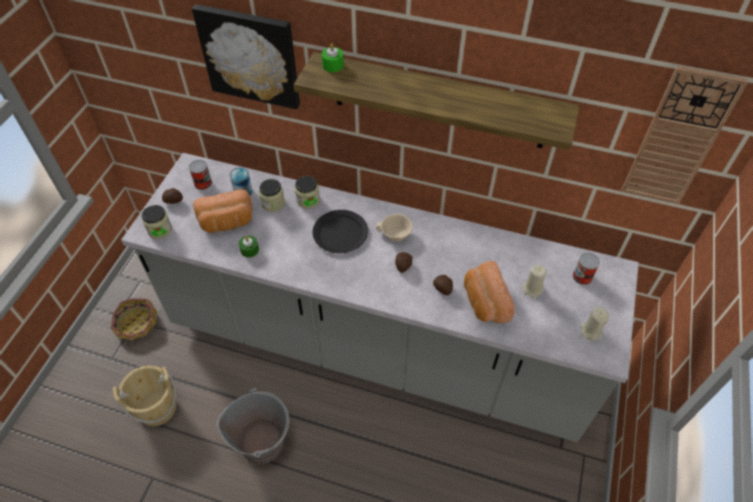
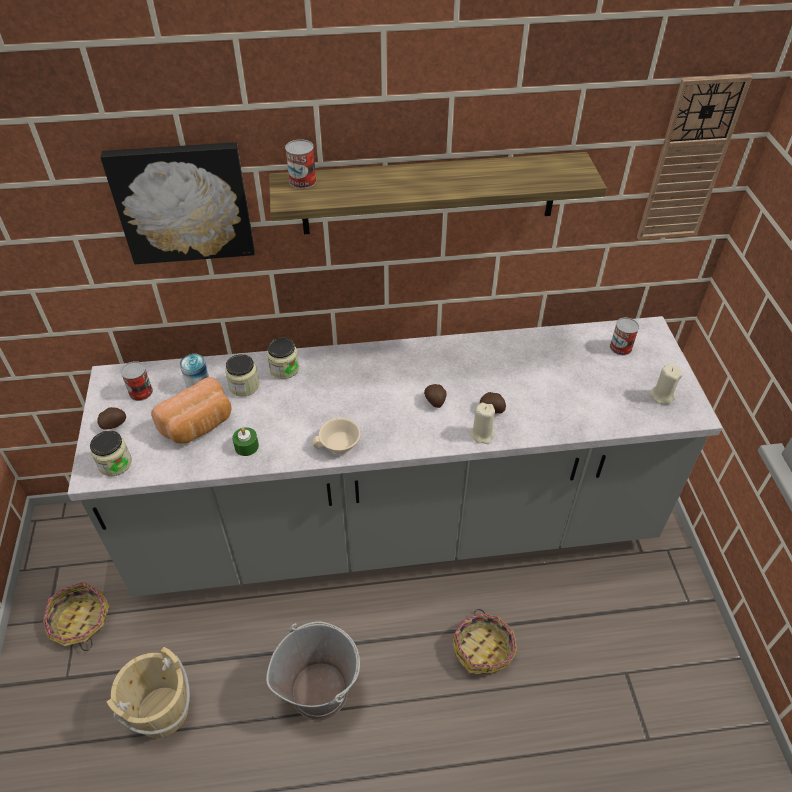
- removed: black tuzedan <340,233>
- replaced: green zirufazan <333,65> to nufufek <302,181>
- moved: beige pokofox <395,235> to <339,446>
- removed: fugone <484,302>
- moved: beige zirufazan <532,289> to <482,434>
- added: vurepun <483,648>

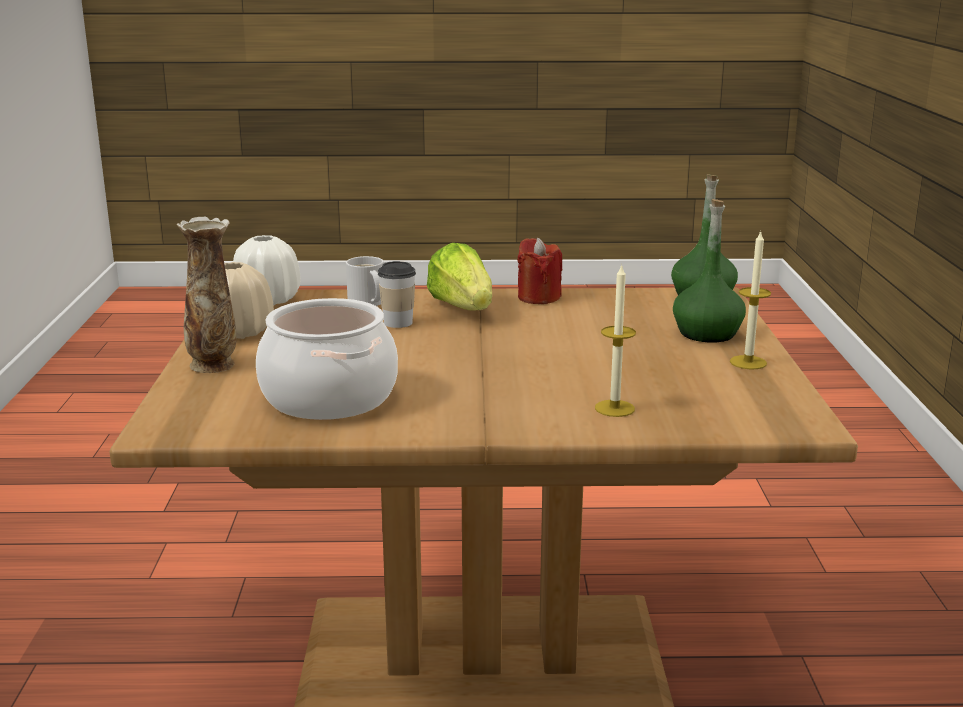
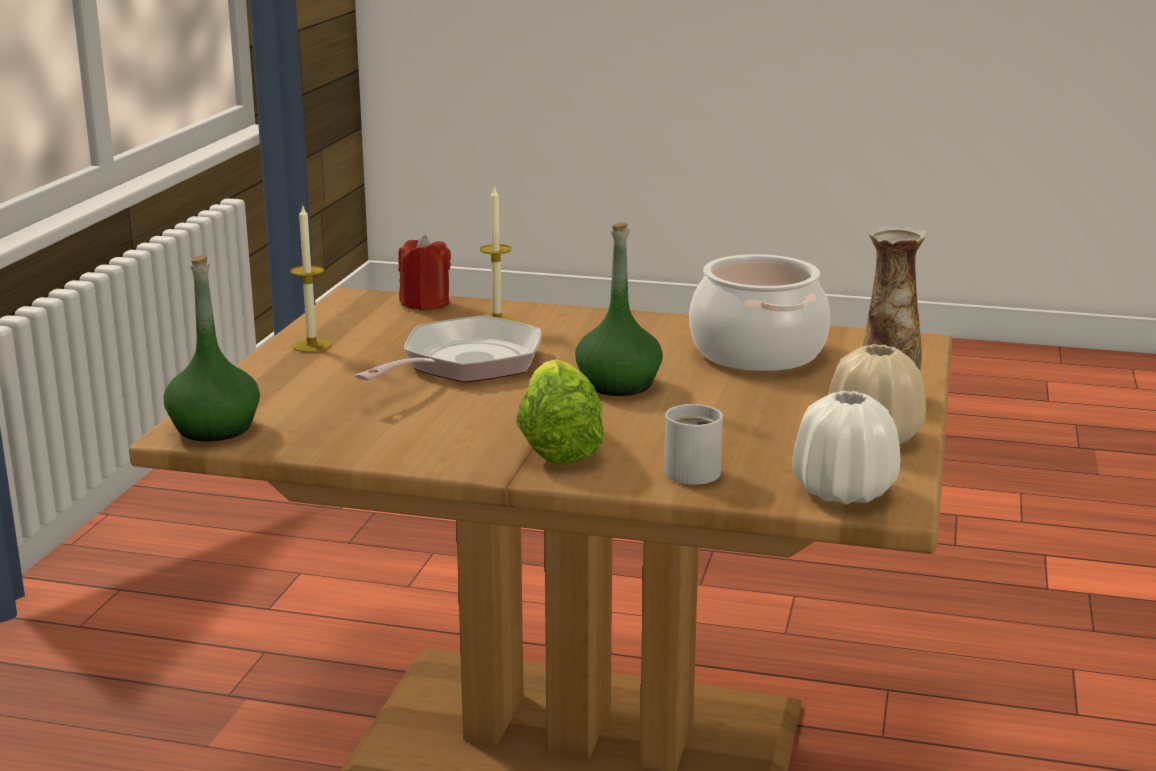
- removed: pokofox <398,323>
- moved: red zirufazan <538,297> to <425,303>
- moved: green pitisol <707,333> to <618,385>
- added: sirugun <464,364>

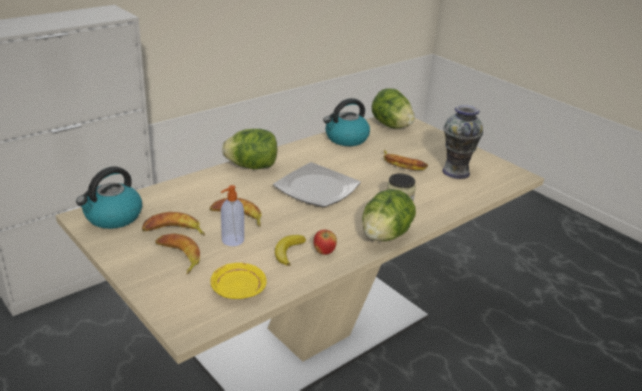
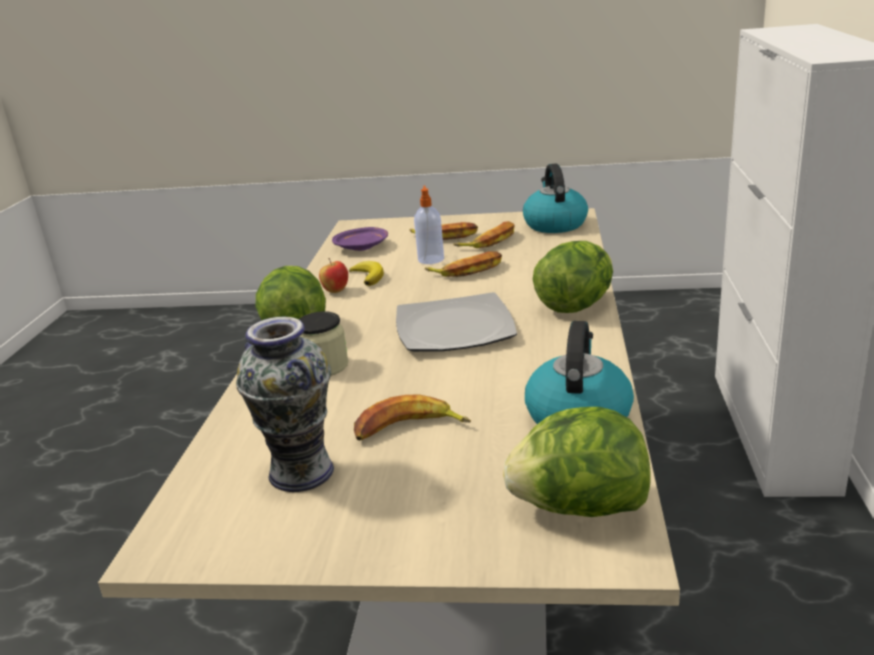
- recoloured: yellow tuzedan <238,289> to purple tuzedan <362,247>

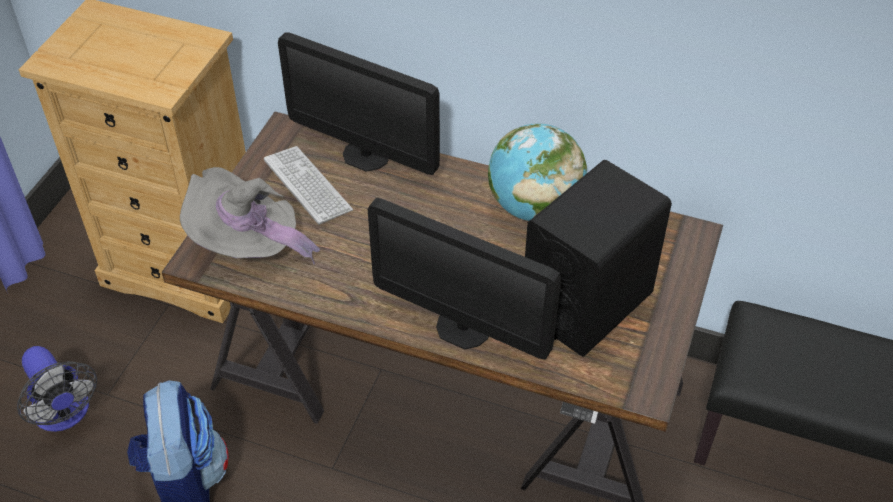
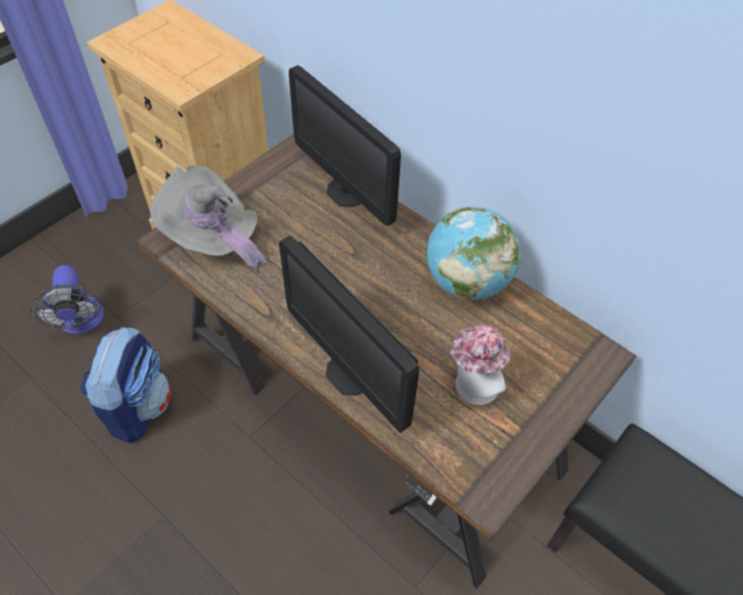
- removed: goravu <307,186>
- replaced: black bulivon <587,303> to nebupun <471,388>

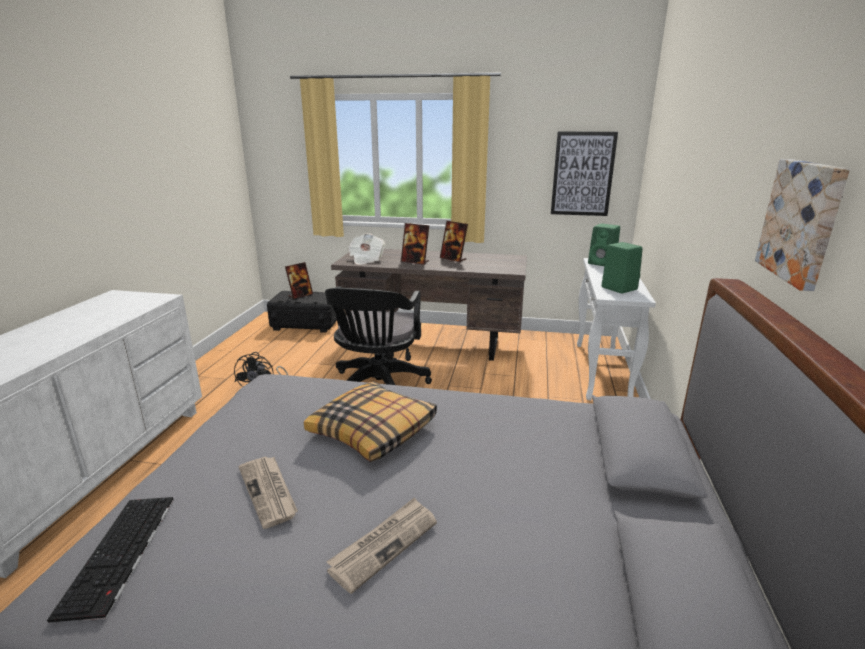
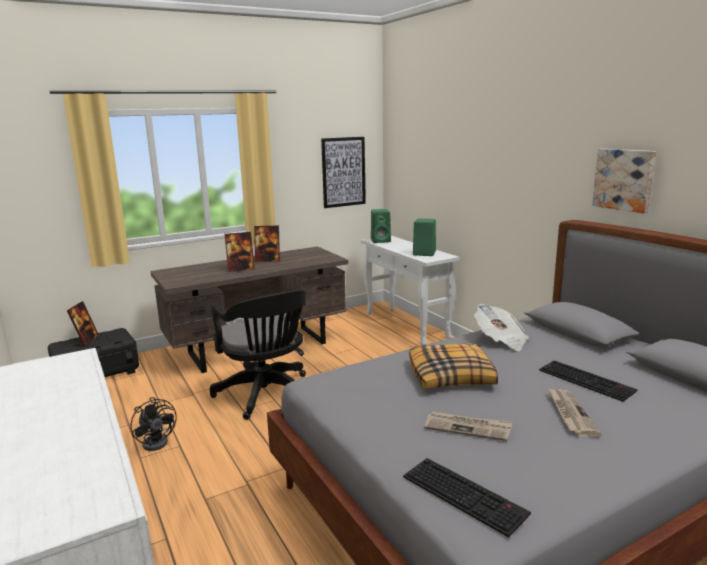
- moved: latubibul <366,259> to <501,340>
- added: goravu <587,380>

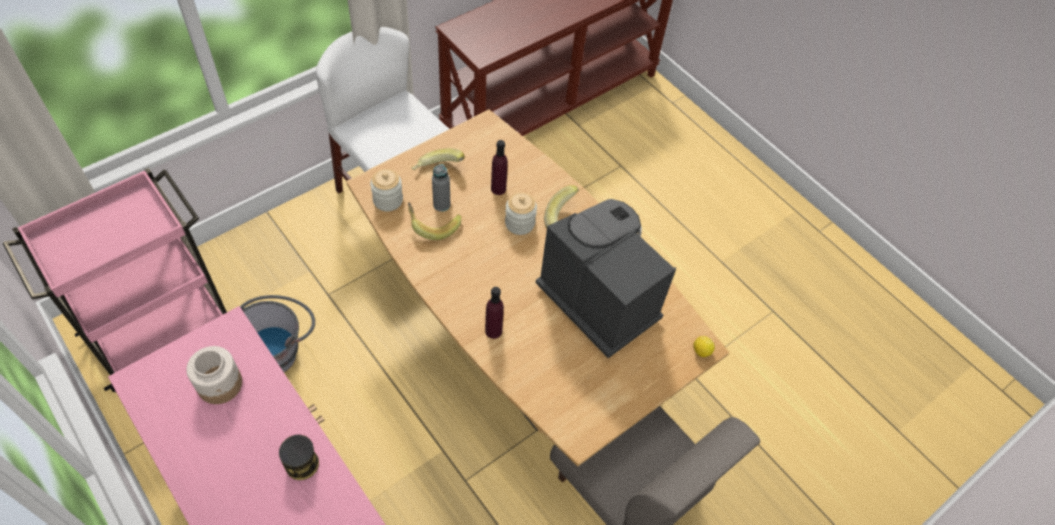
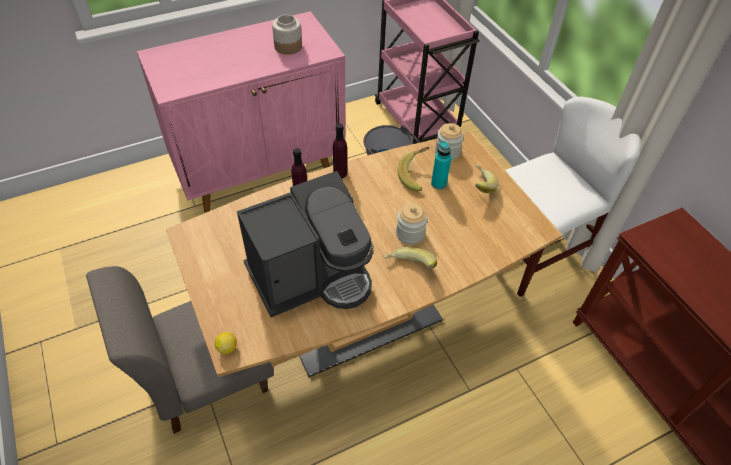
- removed: nufufek <302,464>
- recoloured: grey pitisol <441,205> to turquoise pitisol <438,184>
- moved: purple pitisol <498,189> to <340,173>

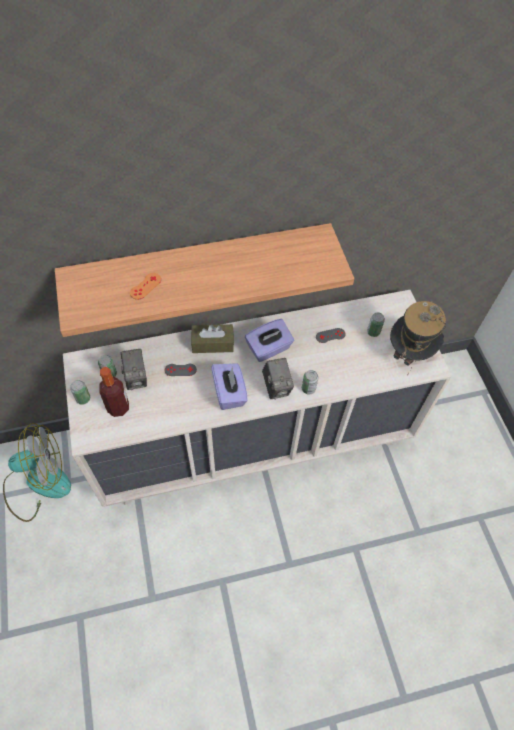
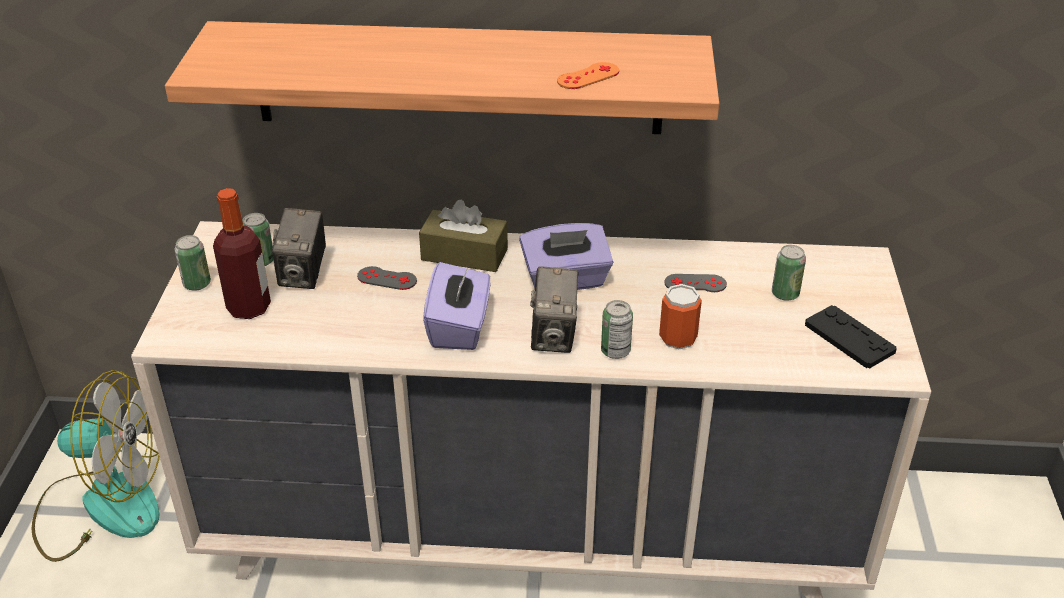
- moved: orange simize <145,286> to <588,76>
- replaced: nebupun <409,353> to black simize <849,338>
- added: nufufek <678,338>

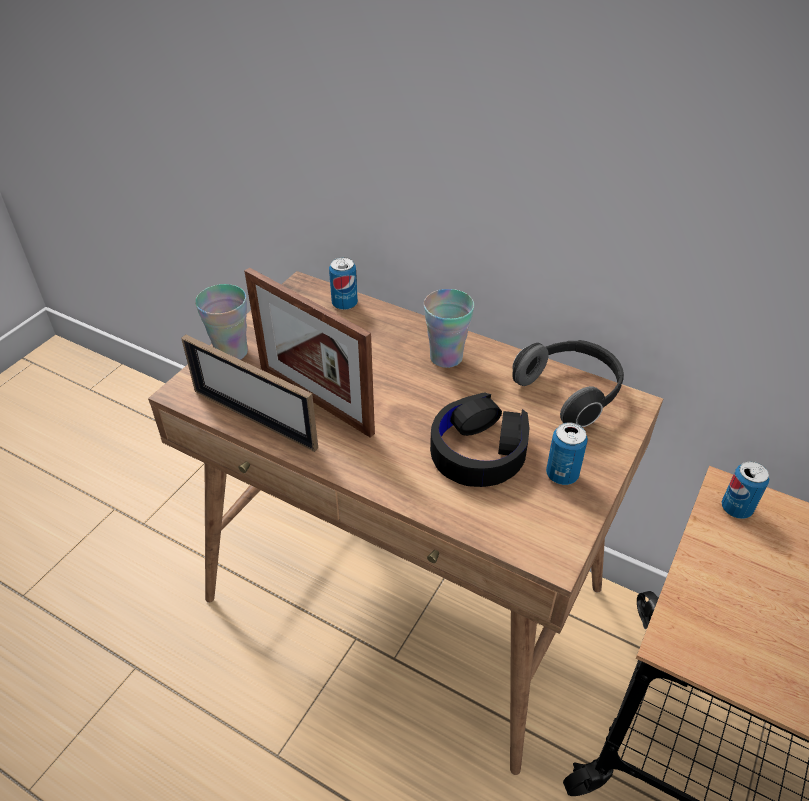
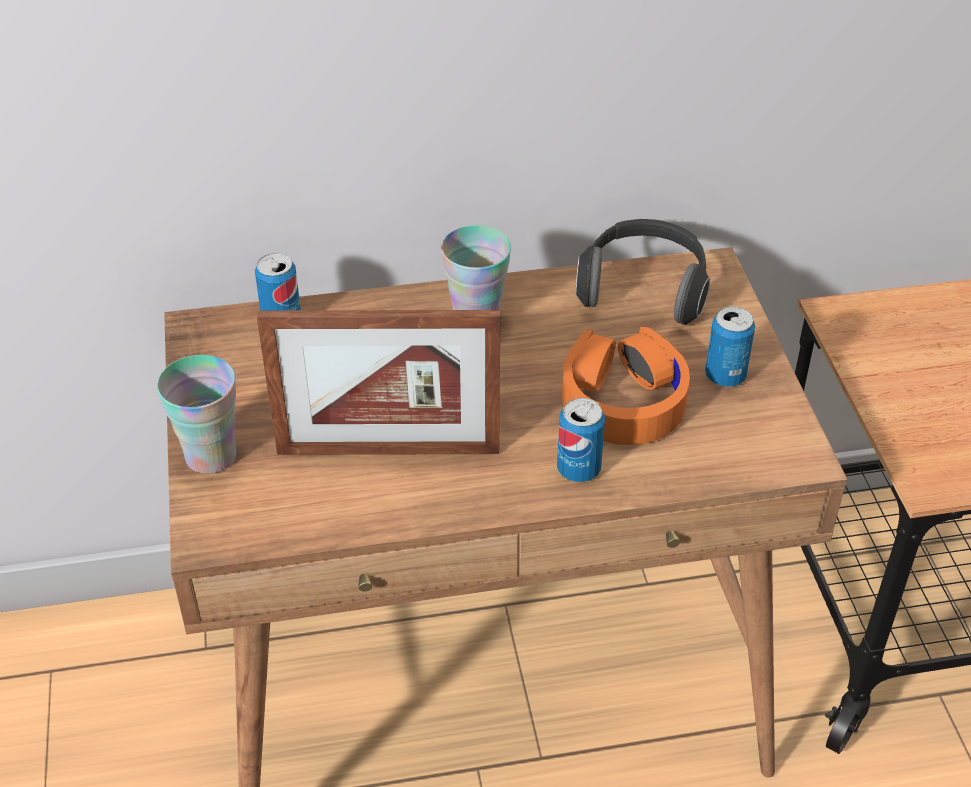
- removed: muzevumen <254,418>
- recoloured: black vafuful <479,450> to orange vafuful <623,399>
- moved: nufufek <736,508> to <578,469>

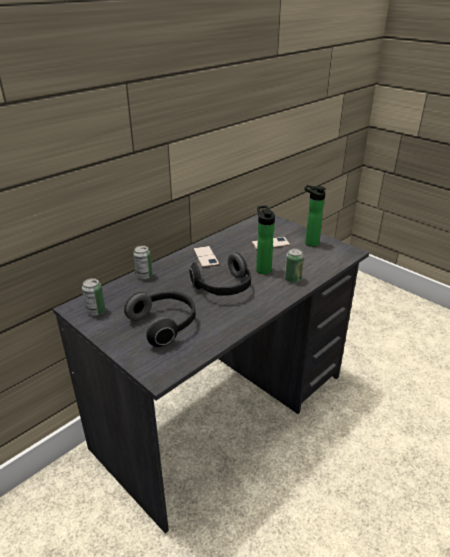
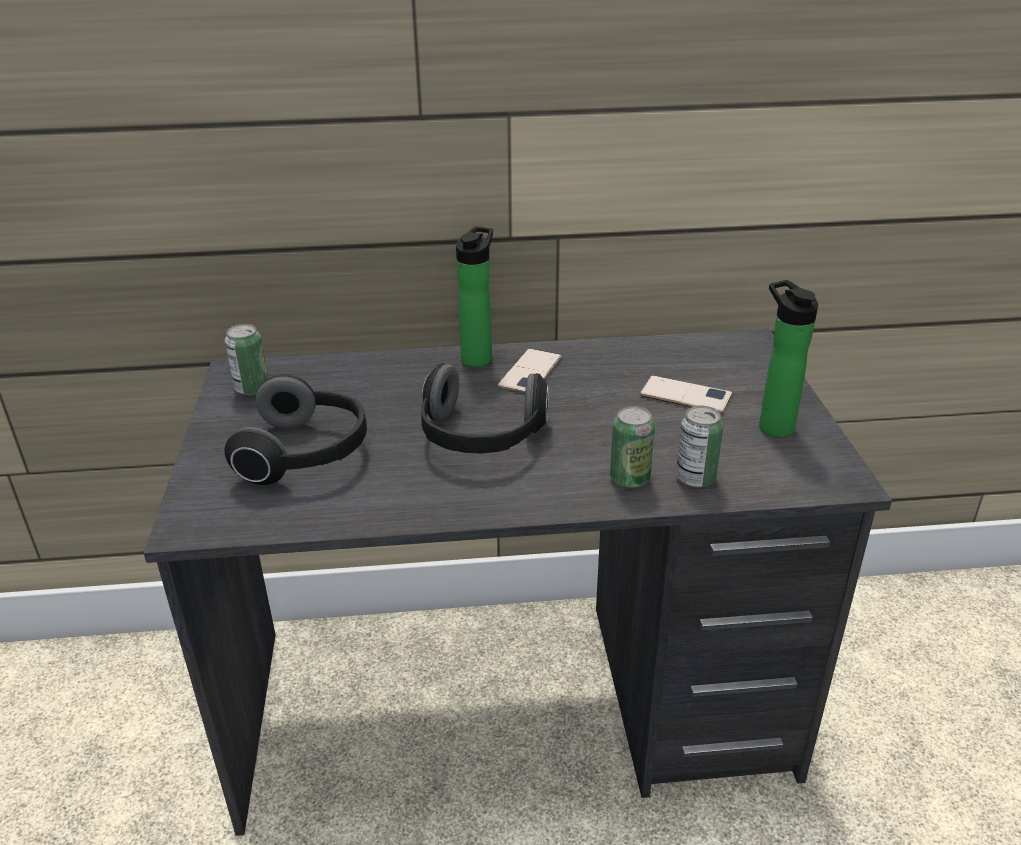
- moved: nufufek <144,276> to <695,478>
- moved: pitisol <262,269> to <478,357>

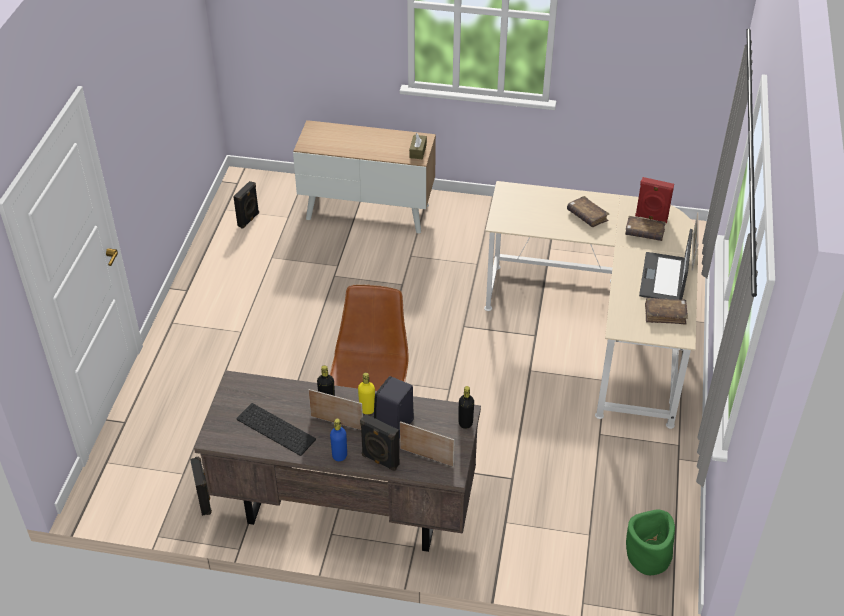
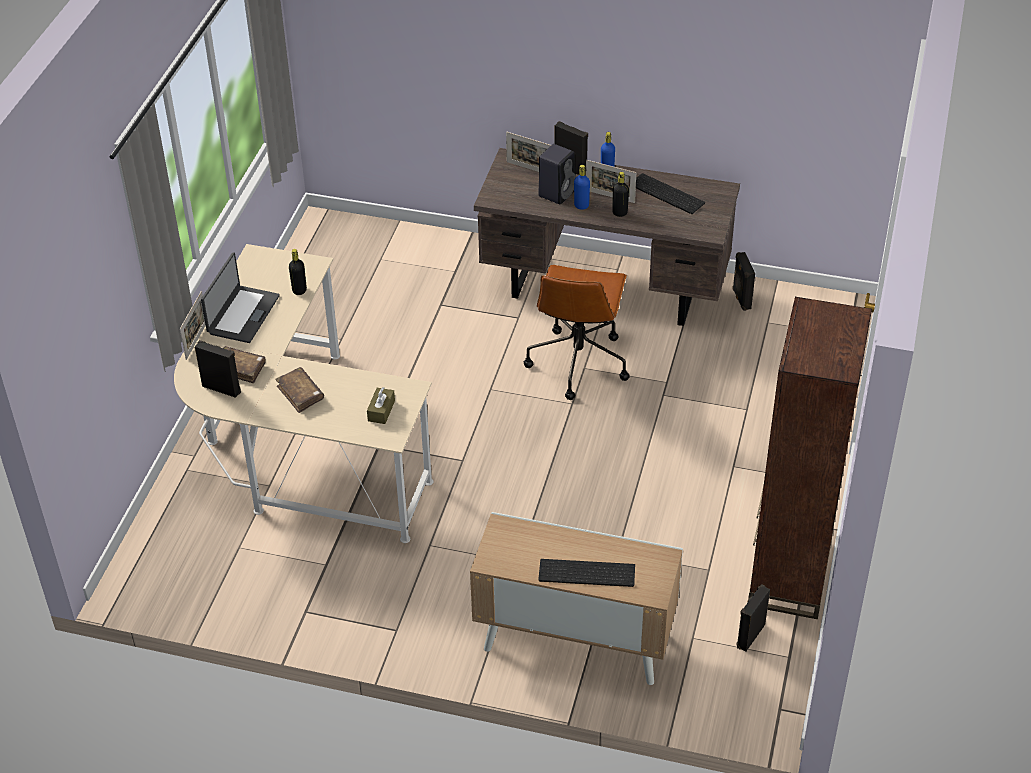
- recoloured: yellow pitisol <367,409> to blue pitisol <581,206>
- moved: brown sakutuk <418,151> to <381,411>
- moved: black pitisol <465,423> to <299,290>
- removed: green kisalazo <648,557>
- recoloured: red bulivon <651,218> to black bulivon <222,388>
- removed: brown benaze <665,314>
- added: goravu <585,574>
- added: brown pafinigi <789,574>

